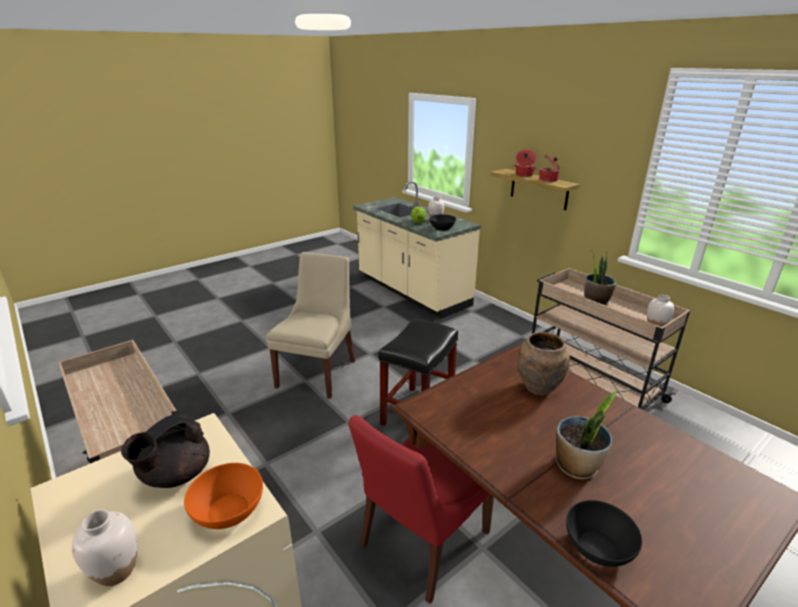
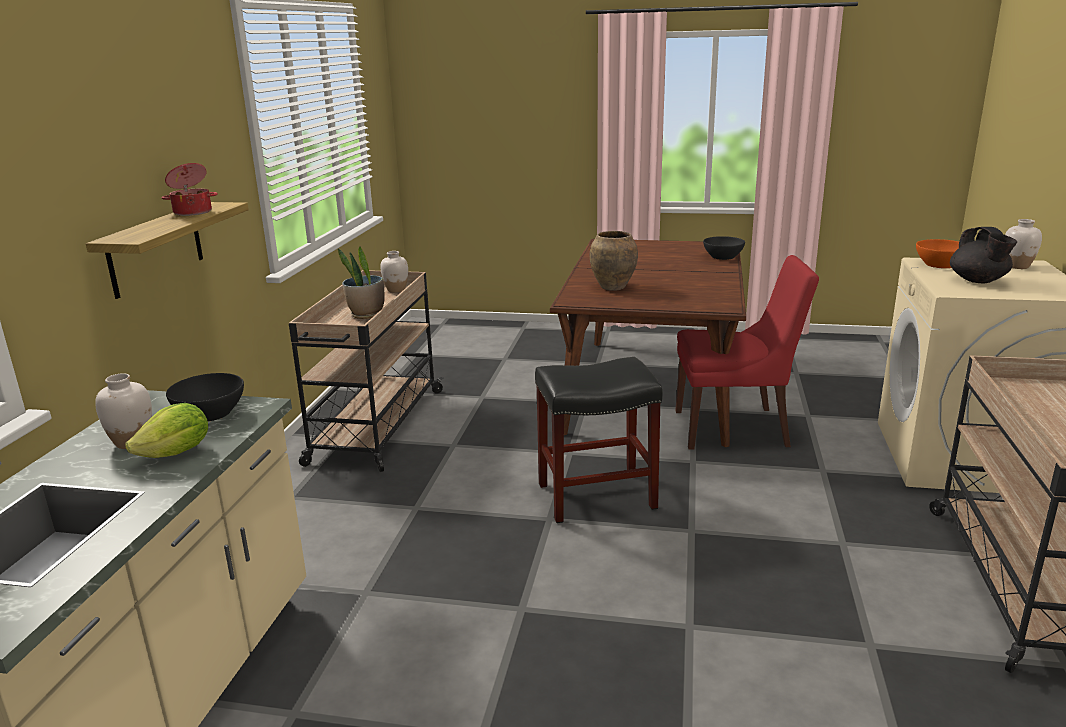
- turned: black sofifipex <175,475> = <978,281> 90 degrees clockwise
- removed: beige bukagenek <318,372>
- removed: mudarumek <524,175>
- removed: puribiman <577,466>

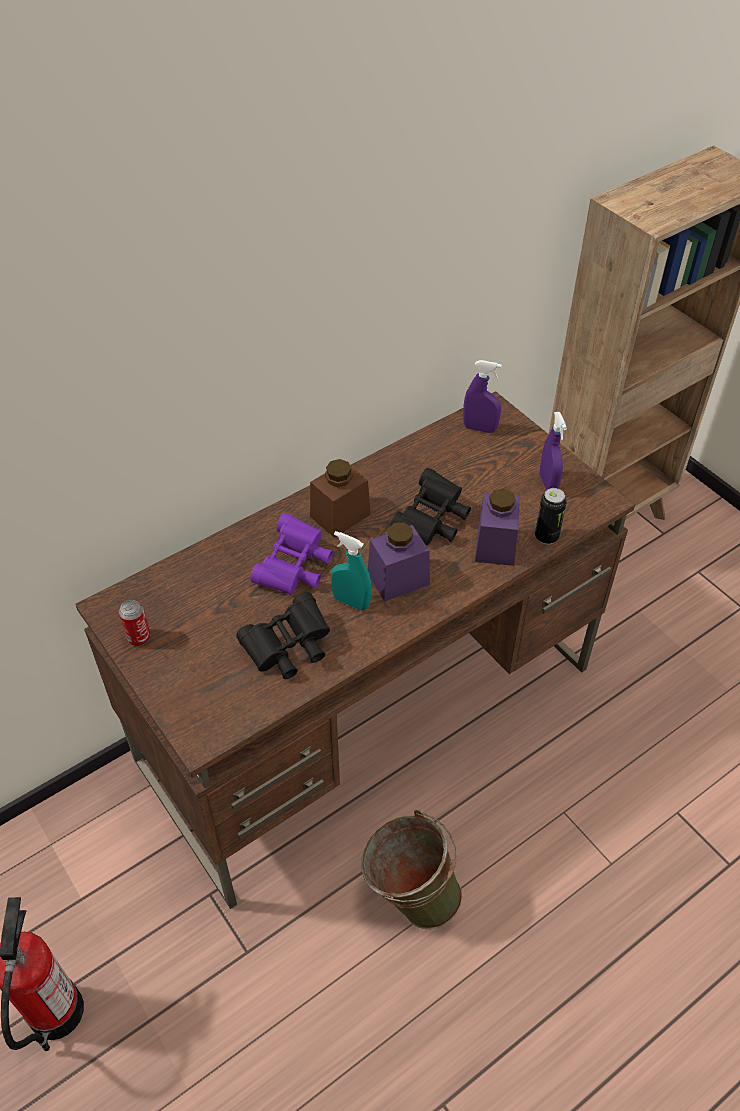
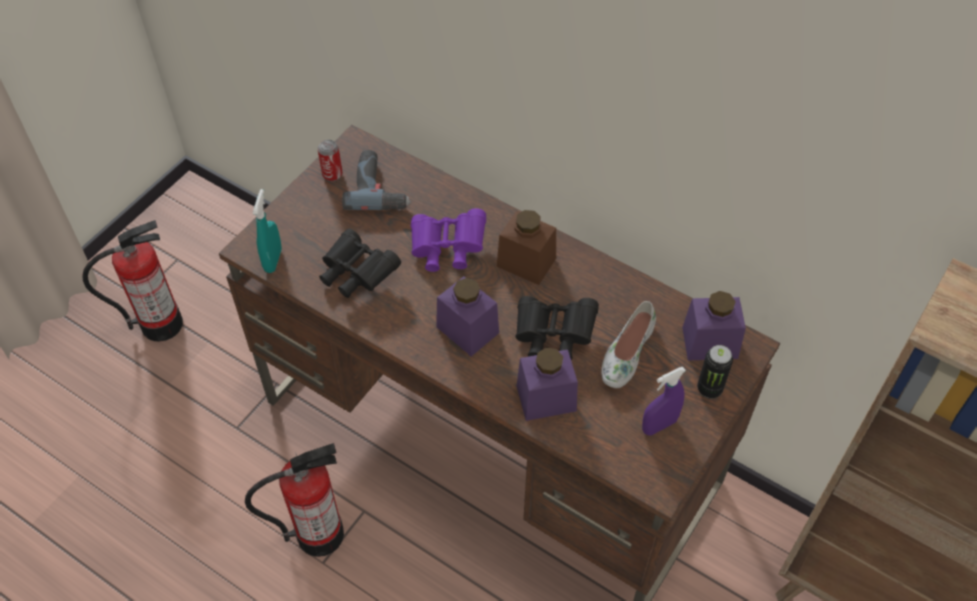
- moved: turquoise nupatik <351,602> to <273,260>
- replaced: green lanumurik <410,895> to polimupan <319,534>
- replaced: purple nupatik <480,428> to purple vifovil <709,342>
- moved: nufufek <546,537> to <709,389>
- added: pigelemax <379,187>
- added: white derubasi <626,352>

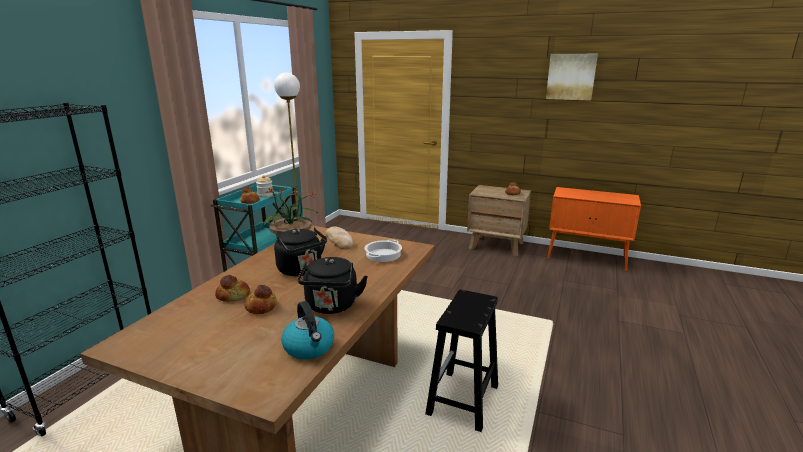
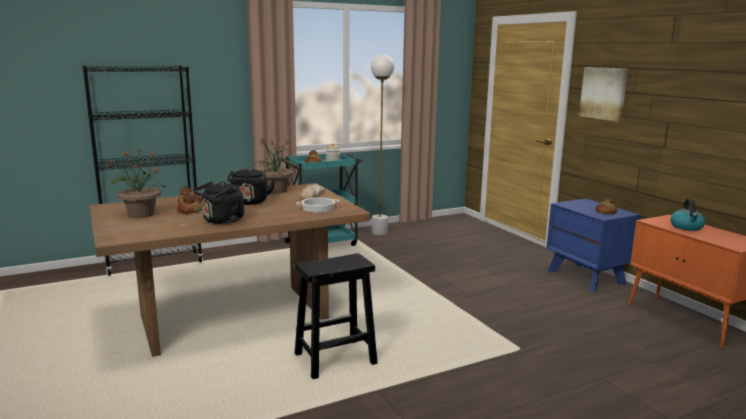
- moved: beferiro <309,347> to <686,227>
- recoloured: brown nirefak <496,245> to blue nirefak <586,277>
- moved: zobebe <571,76> to <604,93>
- added: puribiman <140,214>

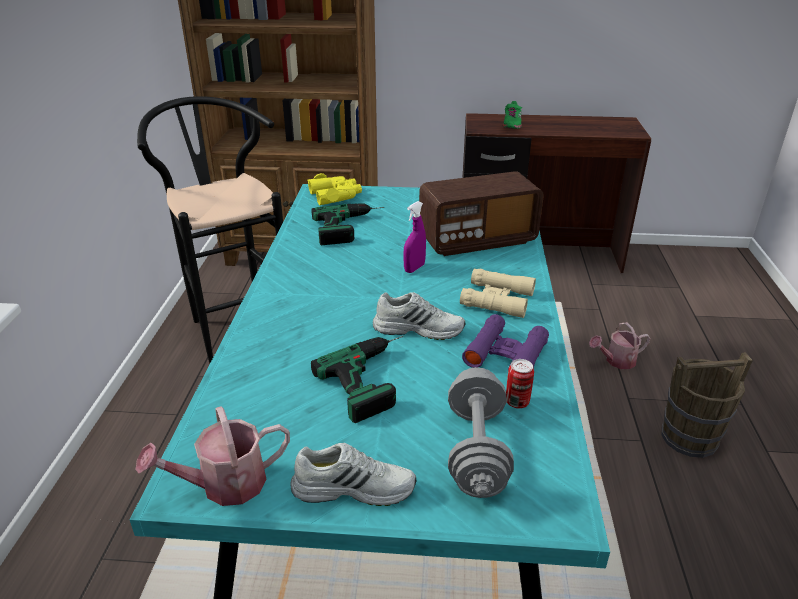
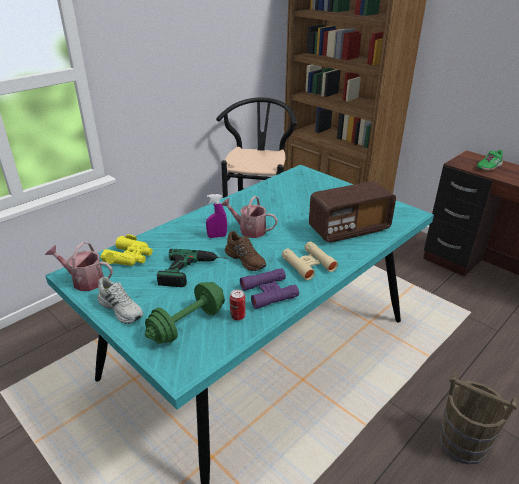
- moved: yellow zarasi <335,195> to <129,257>
- removed: pigelemax <352,227>
- recoloured: white derubasi <418,328> to brown derubasi <246,259>
- moved: purple nupatik <414,268> to <217,236>
- turned: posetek <477,240> = <349,229> 45 degrees counterclockwise
- recoloured: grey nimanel <476,450> to green nimanel <187,324>
- moved: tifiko <616,361> to <249,230>

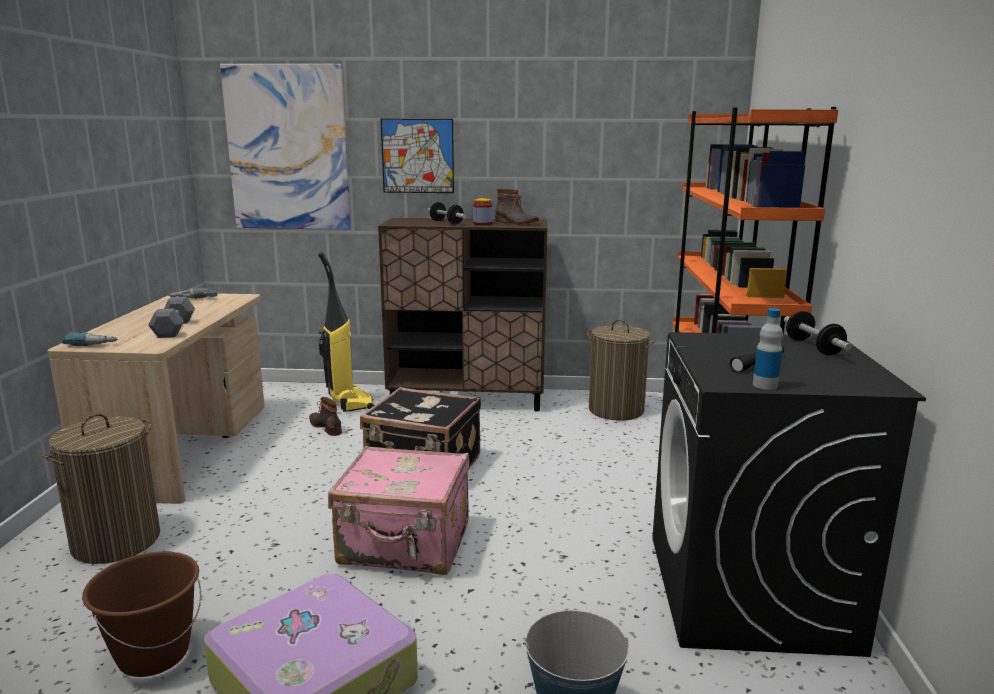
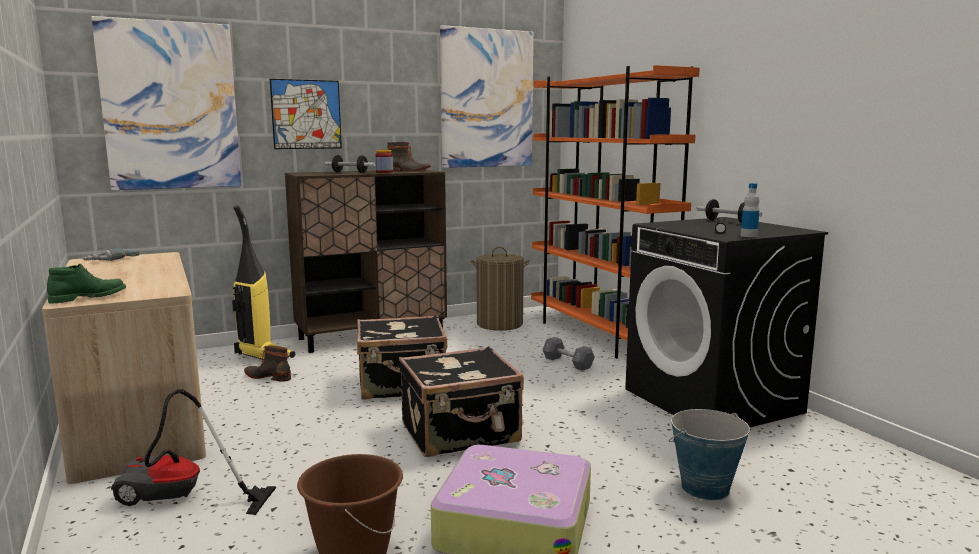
- replaced: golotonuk <116,541> to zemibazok <179,500>
- replaced: pigelemax <93,343> to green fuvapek <88,298>
- moved: grey nimanel <174,328> to <567,363>
- recoloured: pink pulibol <405,545> to black pulibol <461,434>
- added: zobebe <486,99>

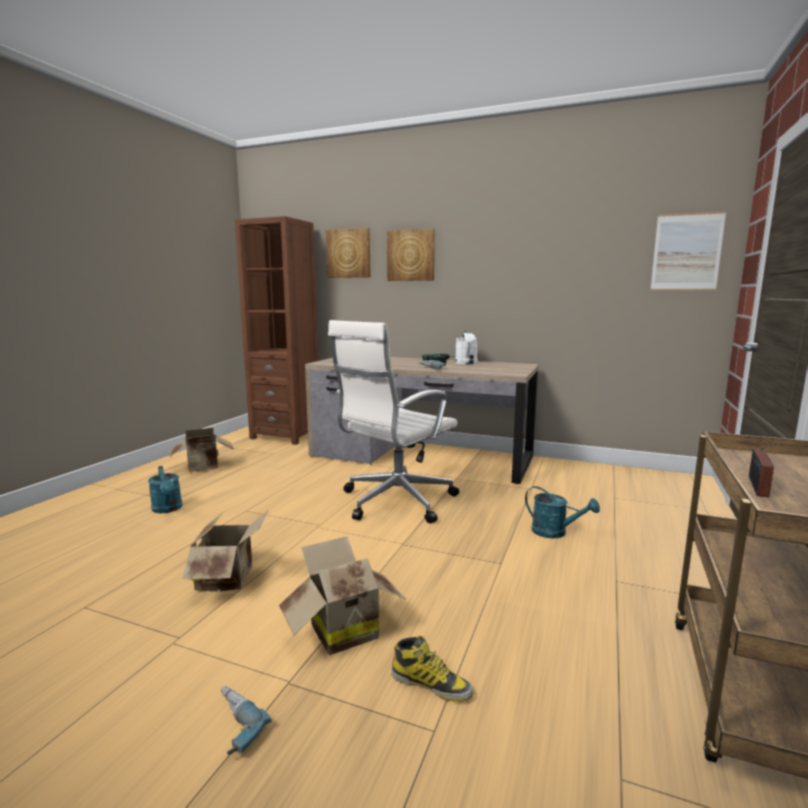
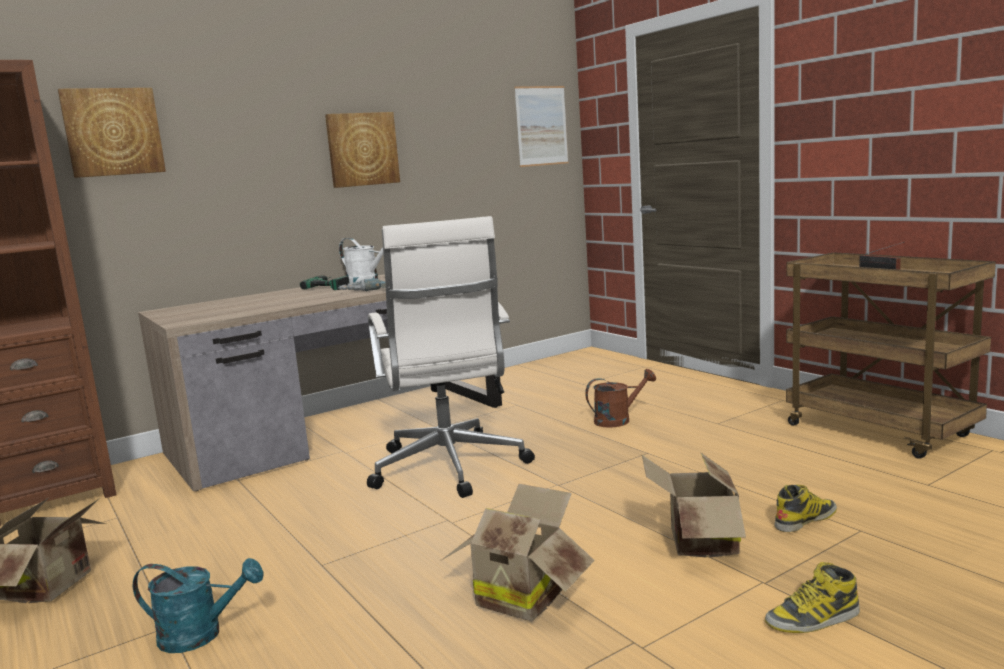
- replaced: pigelemax <231,725> to fuvapek <813,619>
- moved: zobebe <411,255> to <362,149>
- recoloured: turquoise tifiko <555,532> to brown tifiko <618,420>

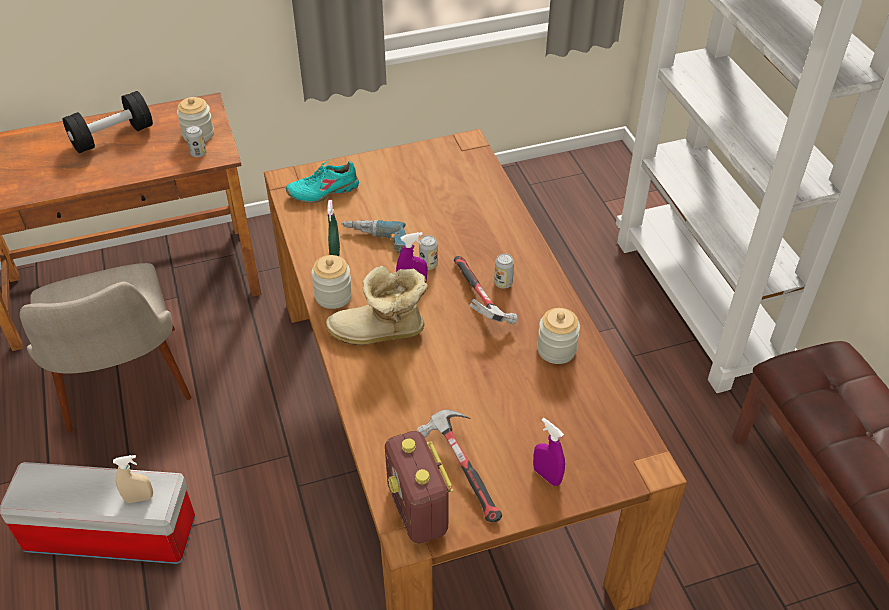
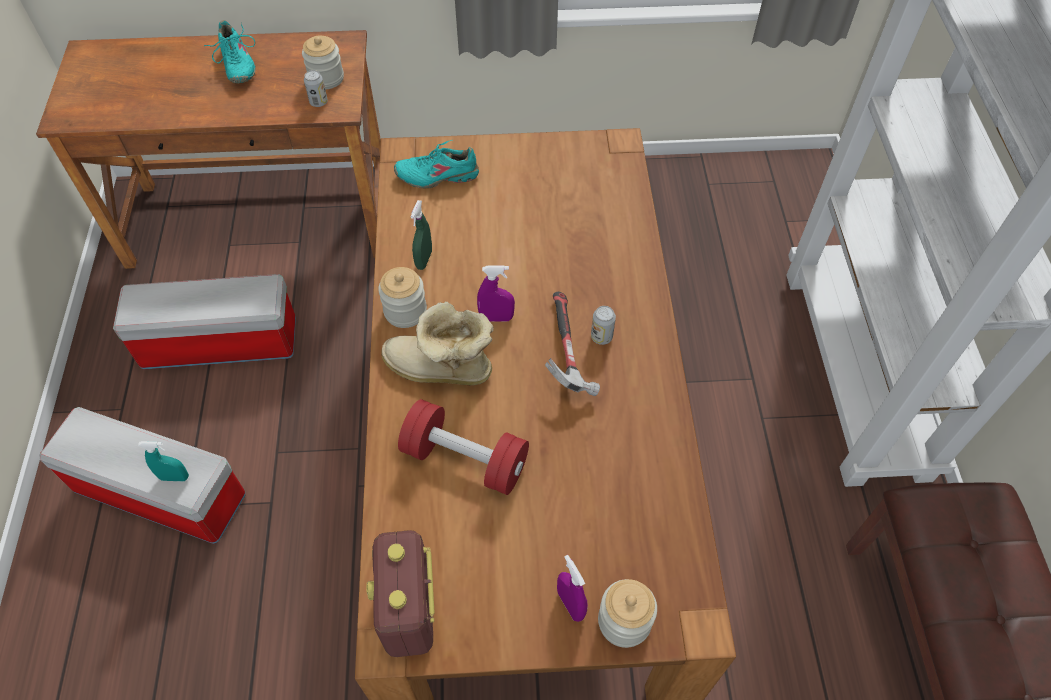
- replaced: beige bukagenek <127,397> to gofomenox <218,344>
- replaced: black nimanel <112,137> to turquoise derubasi <237,65>
- recoloured: beige nupatik <139,498> to turquoise nupatik <174,477>
- removed: pigelemax <374,242>
- removed: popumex <463,470>
- removed: nufufek <428,265>
- moved: vifovil <556,350> to <624,621>
- added: red nimanel <465,459>

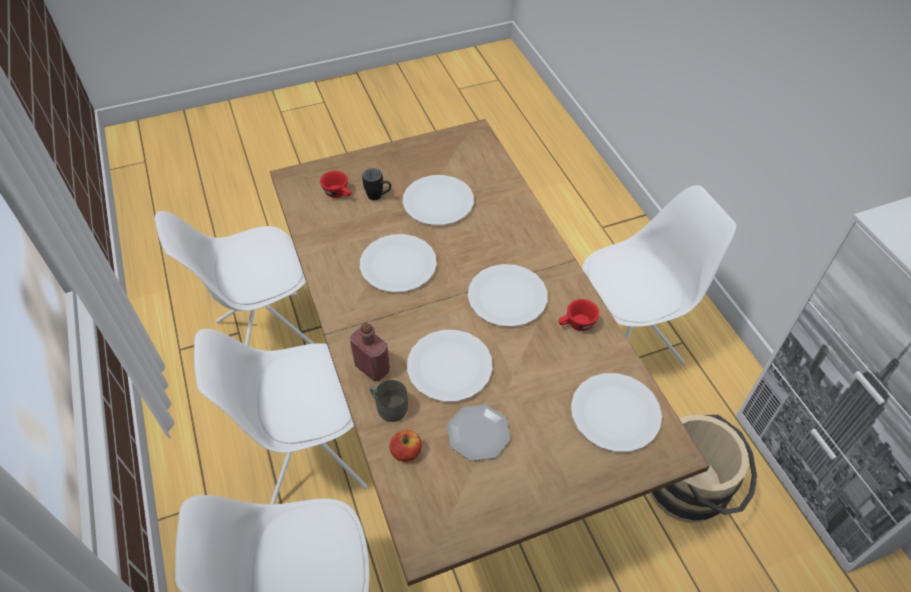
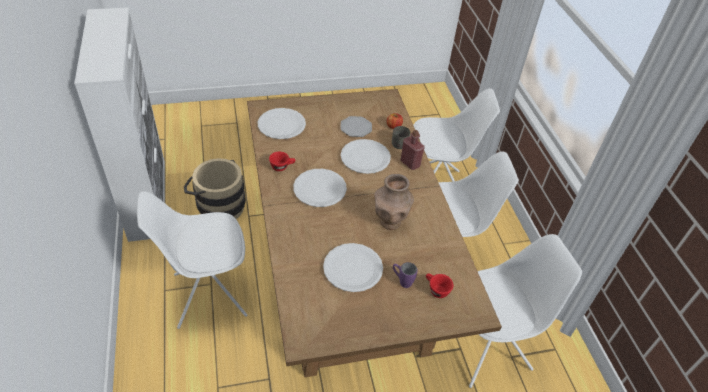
- replaced: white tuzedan <398,264> to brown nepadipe <390,221>
- recoloured: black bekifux <379,197> to purple bekifux <402,281>

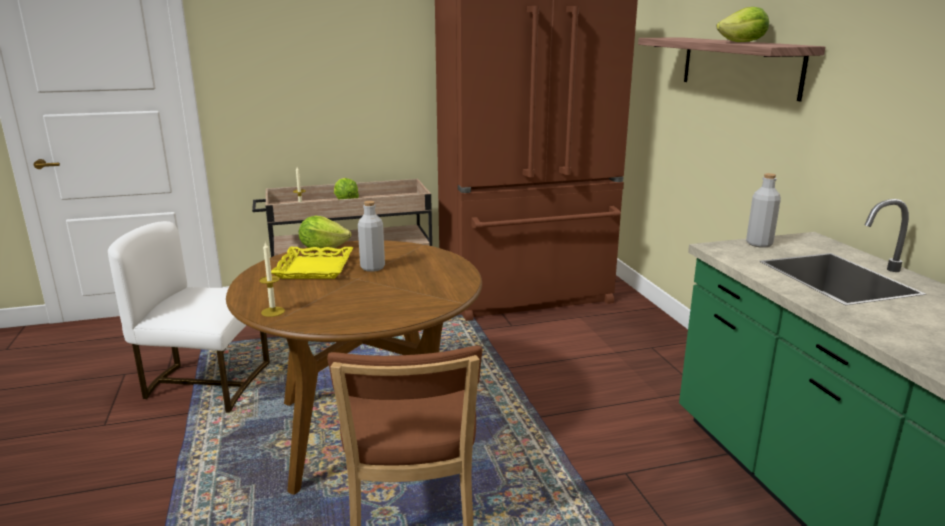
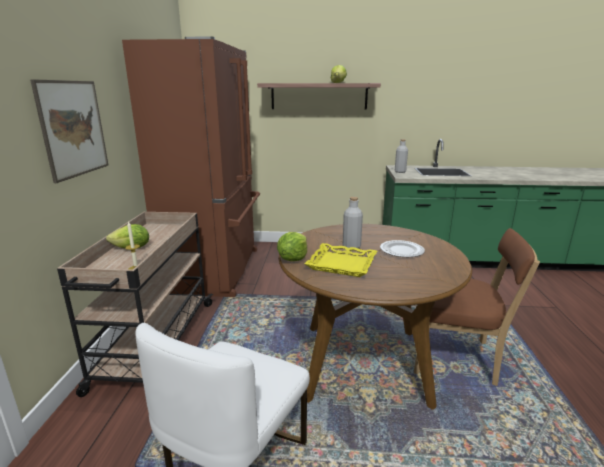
- removed: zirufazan <273,312>
- added: zobebe <73,128>
- added: tuzedan <401,250>

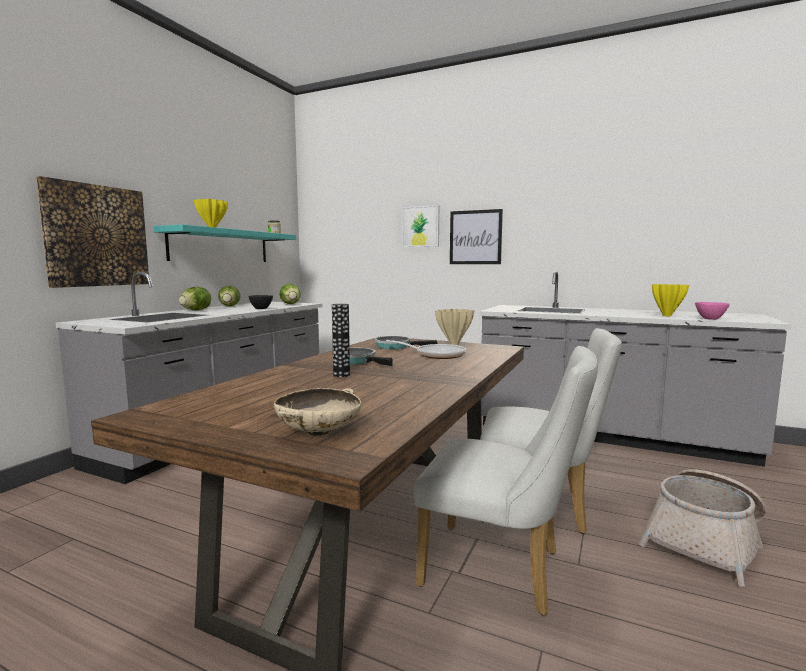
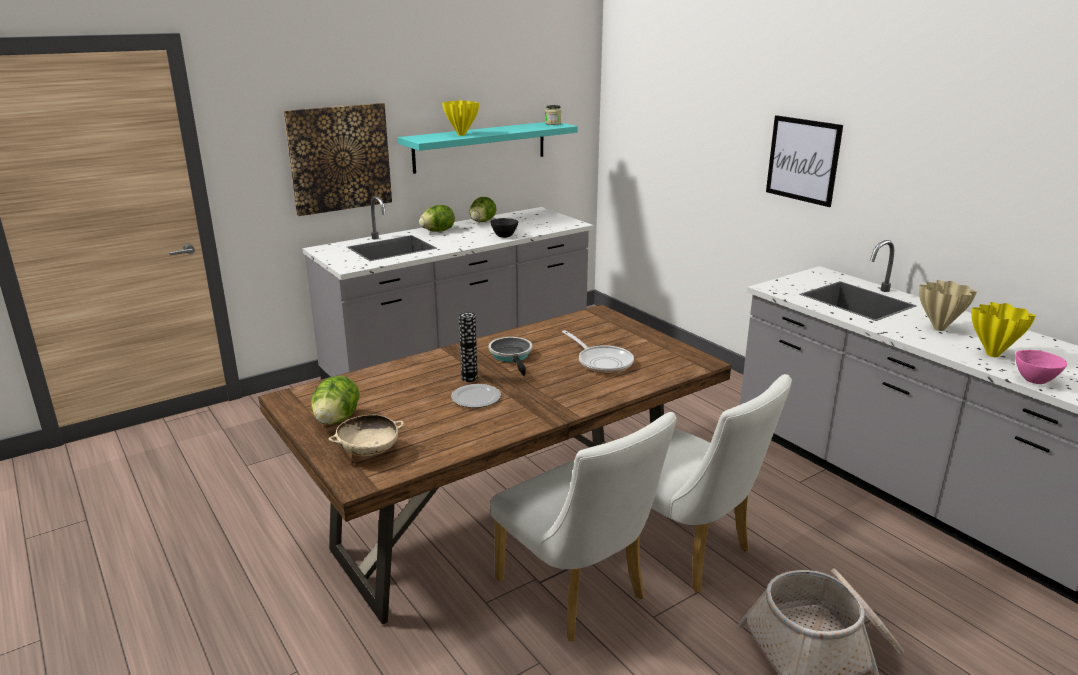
- moved: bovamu <290,304> to <336,420>
- removed: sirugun <396,346>
- removed: zobebe <420,226>
- moved: beige nepadipe <455,344> to <940,329>
- added: tuzedan <477,398>

